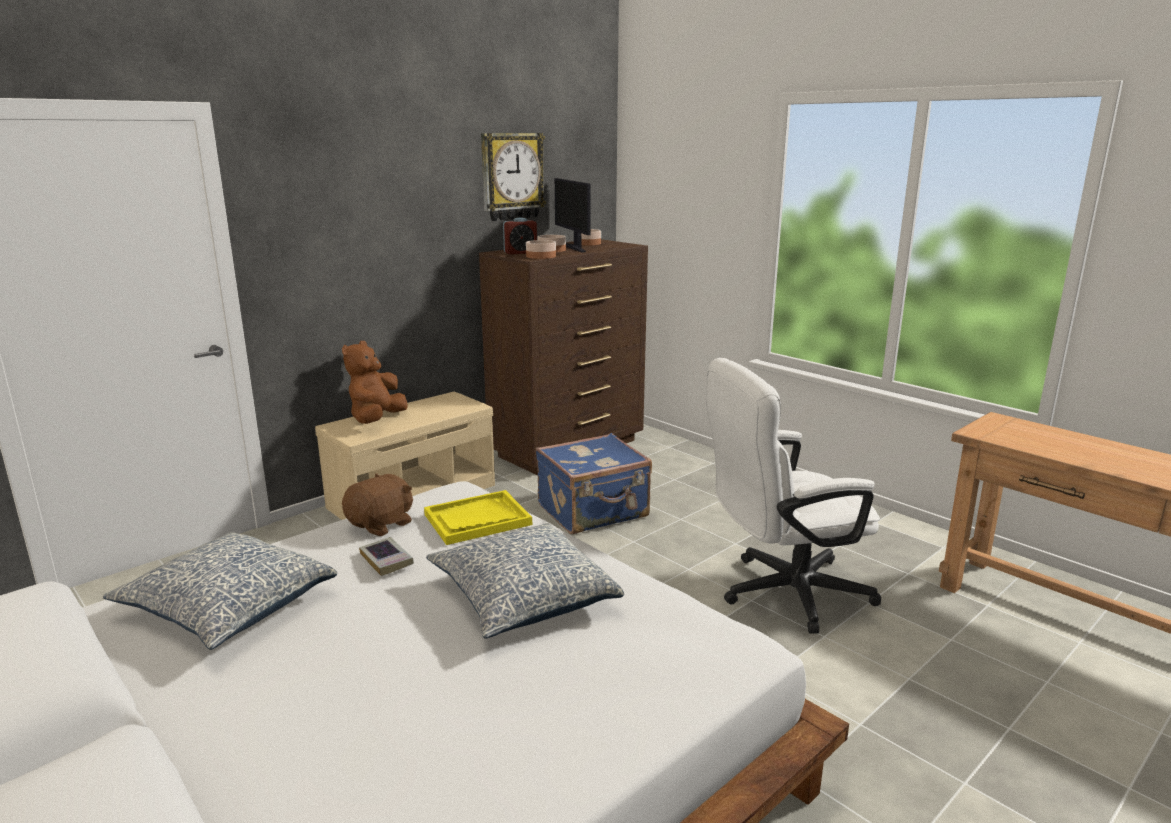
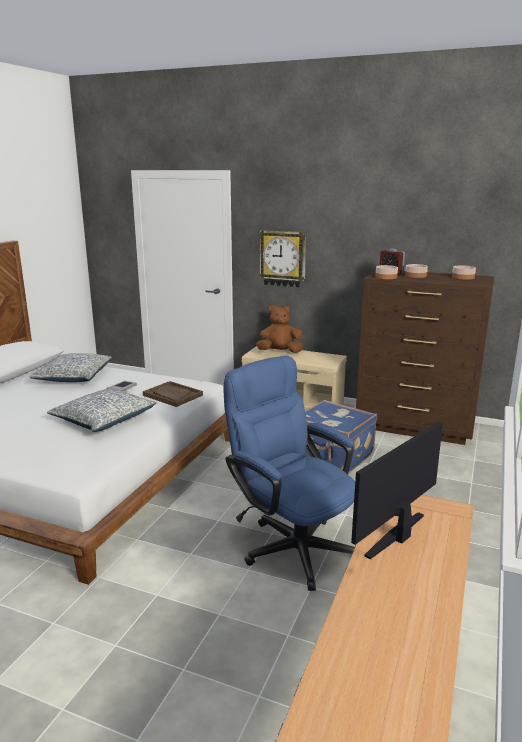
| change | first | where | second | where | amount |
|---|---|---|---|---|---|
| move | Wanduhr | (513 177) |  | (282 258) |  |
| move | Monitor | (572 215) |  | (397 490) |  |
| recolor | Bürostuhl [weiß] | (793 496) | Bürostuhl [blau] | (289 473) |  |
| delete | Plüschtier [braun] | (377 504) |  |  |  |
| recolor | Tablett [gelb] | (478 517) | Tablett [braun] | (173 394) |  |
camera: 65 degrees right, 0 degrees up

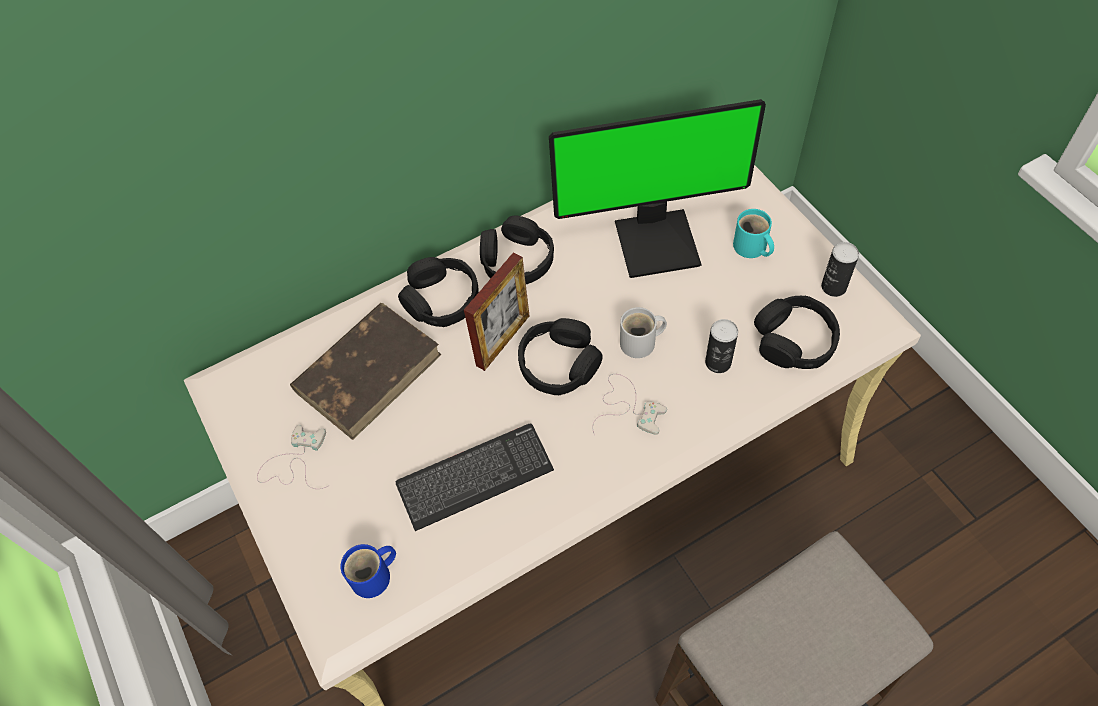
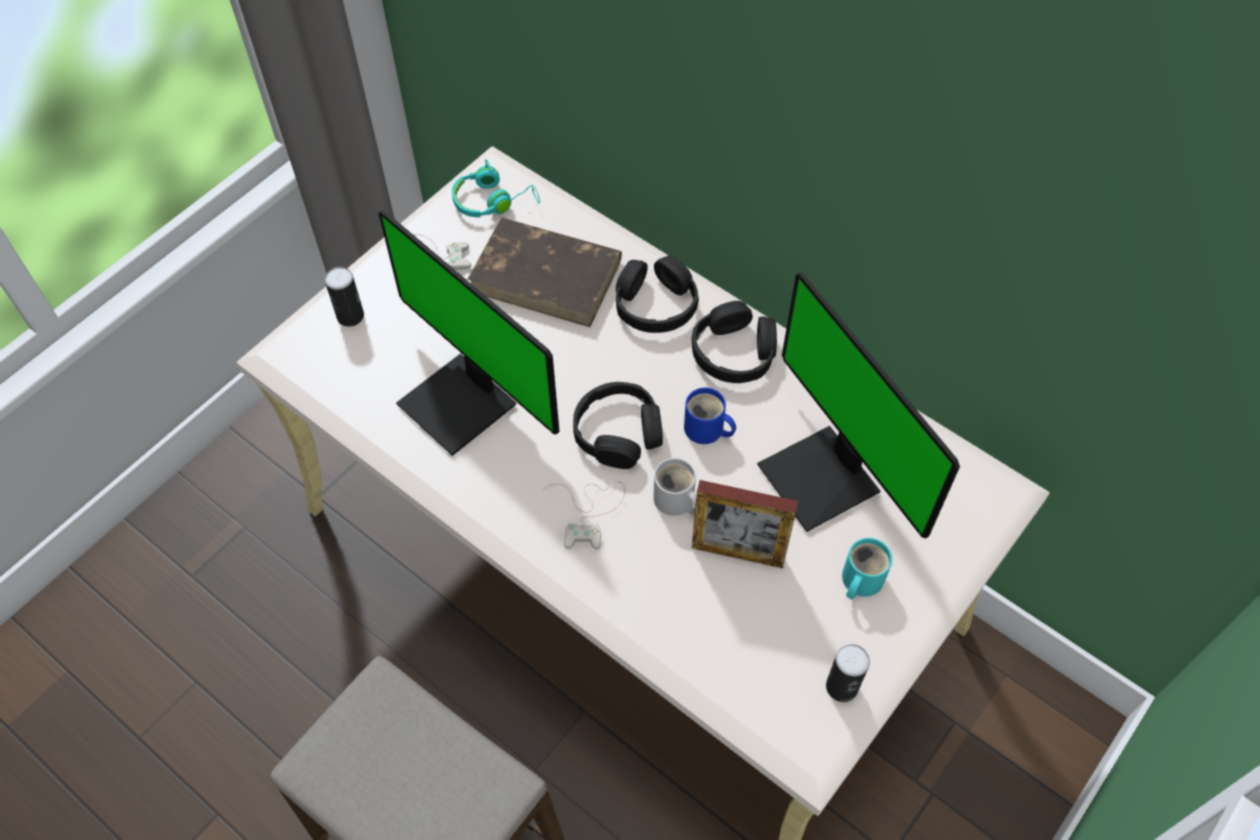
| change | first | where | second | where | amount |
|---|---|---|---|---|---|
| move | Bilderrahmen | (497 311) |  | (745 524) |  |
| delete | Kopfhörer [schwarz] | (797 332) |  |  |  |
| move | Dose | (721 346) |  | (344 297) |  |
| replace | Tastatur | (475 477) | Monitor | (469 333) |  |
| move | Henkelbecher [blau] | (368 571) |  | (710 415) |  |
| insert |  |  | Kopfhörer [türkis] | (496 188) |  |
camera: 65 degrees right, 0 degrees up

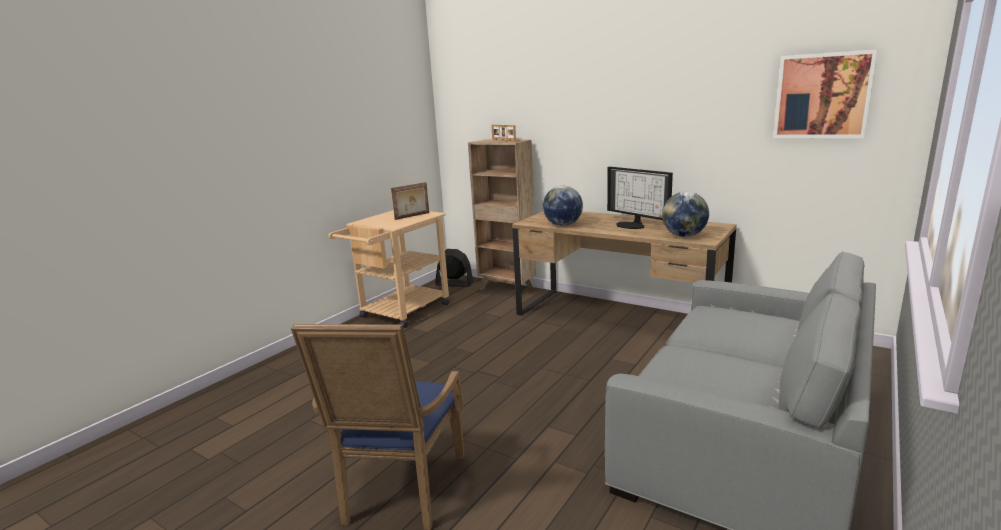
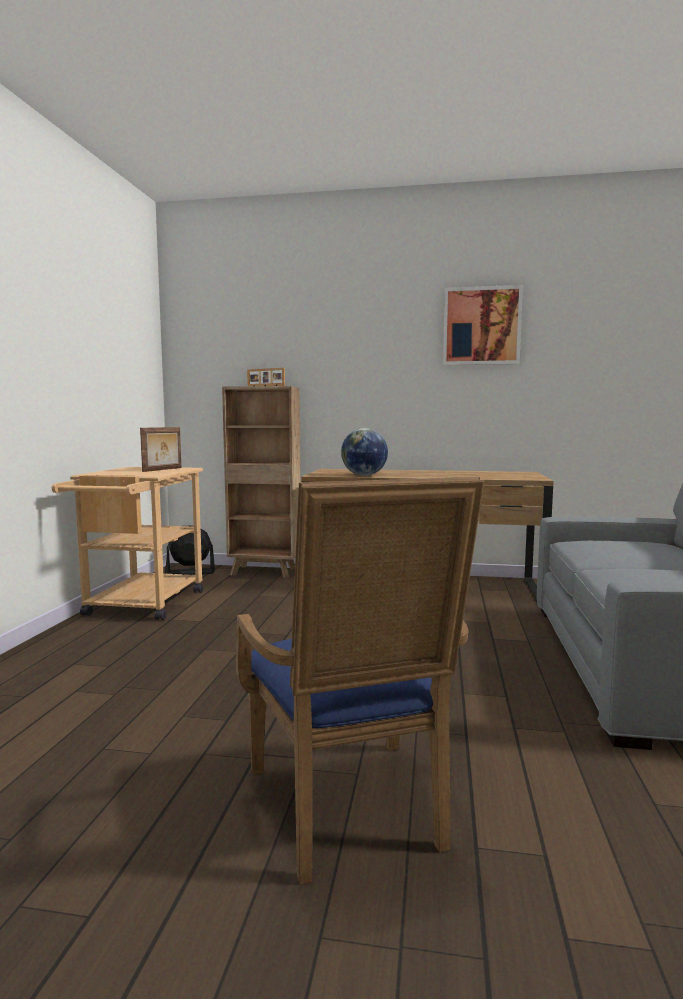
| change | first | where | second | where | amount |
|---|---|---|---|---|---|
| move | Bild | (825 94) |  | (483 325) |  |
| delete | Monitor | (640 198) |  |  |  |
| delete | Globus | (685 214) |  |  |  |
camera: 25 degrees left, 10 degrees down

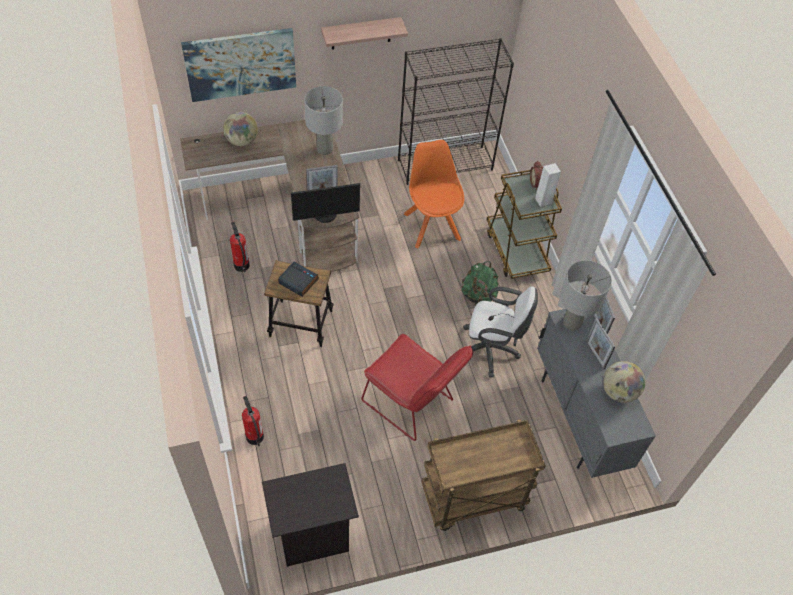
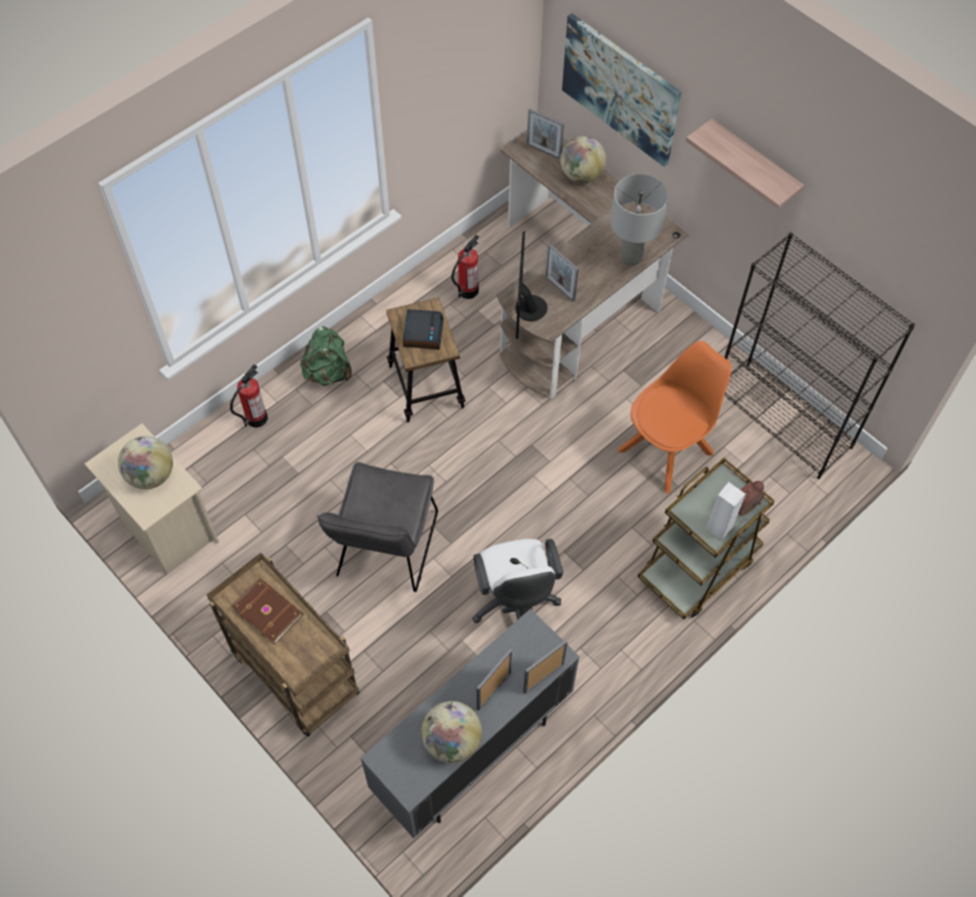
| change | first | where | second | where | amount |
|---|---|---|---|---|---|
| rotate | Monitor | (325 203) |  | (531 285) | 45 degrees clockwise |
| delete | Tischlampe [grau] | (586 295) |  |  |  |
| move | Rucksack [grün] | (480 283) |  | (326 356) |  |
| recolor | Stuhl [rot] | (417 387) | Stuhl [grau] | (377 527) |  |
| recolor | Nachttisch [schwarz] | (310 515) | Nachttisch [beige] | (152 499) |  |
| insert |  |  | Bilderrahmen | (545 134) |  |
| insert |  |  | Globus | (145 462) |  |
| insert |  |  | Buch [braun] | (267 611) |  |
camera: 65 degrees right, 5 degrees up

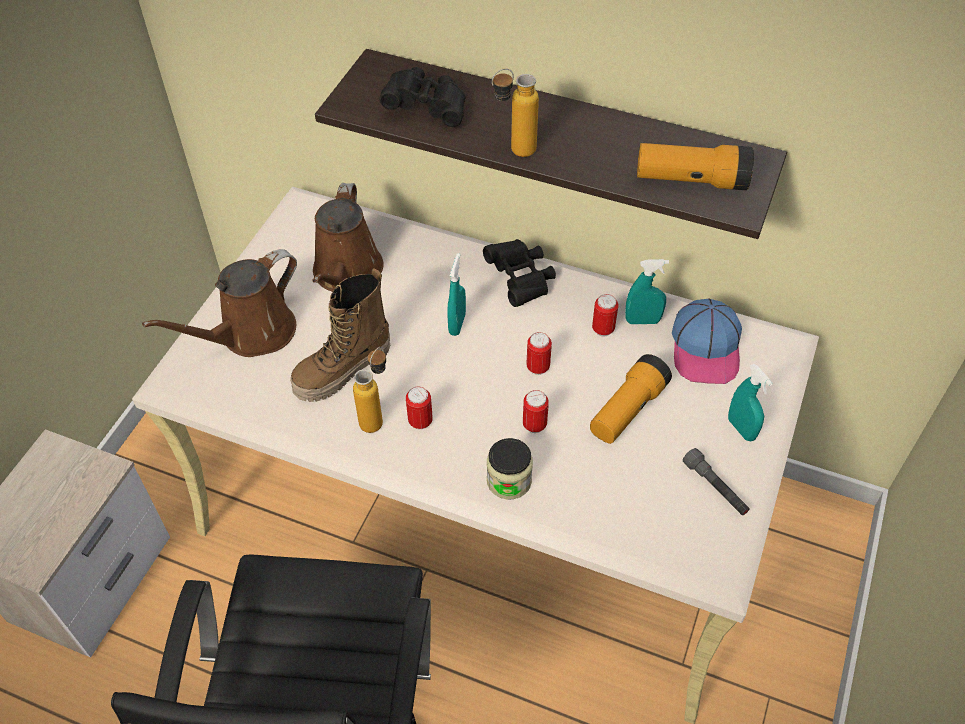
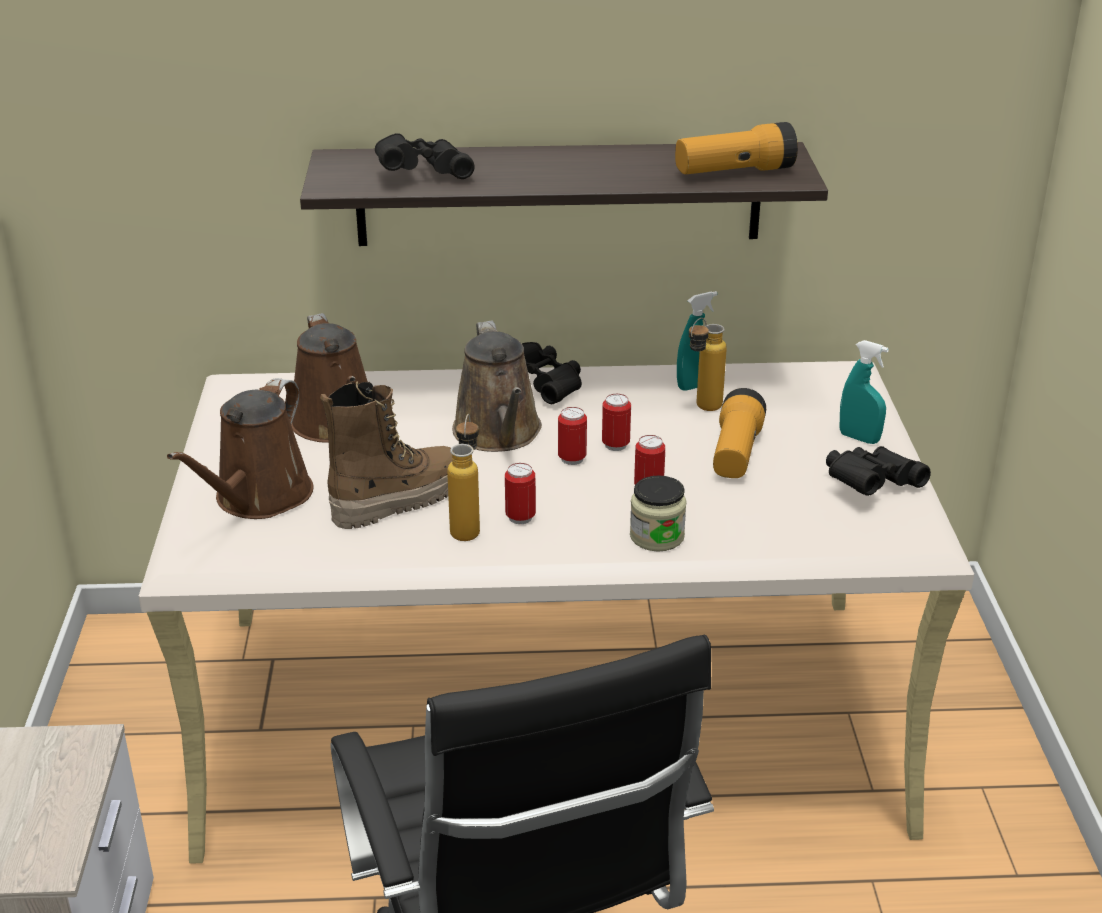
| change | first | where | second | where | amount |
|---|---|---|---|---|---|
| move | Flasche | (515 112) |  | (708 364) |  |
| replace | Sprühflasche [türkis] | (456 294) | Gießkanne [braun] | (497 386) |  |
| rotate | Stiefel | (340 335) |  | (386 455) | 150 degrees counterclockwise |
| move | Dose | (605 315) |  | (572 436) |  |
| delete | Kappe | (707 341) |  |  |  |
| replace | Taschenlampe [grau] | (716 481) | Fernglas [schwarz] | (878 471) |  |
camera: 25 degrees left, 20 degrees down

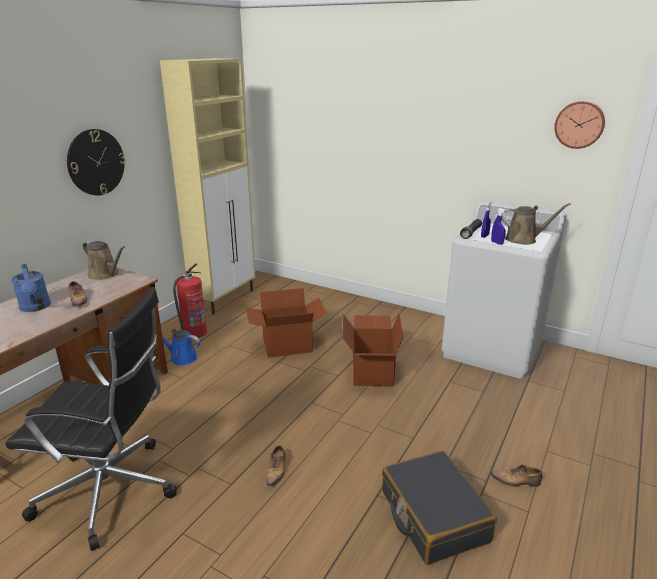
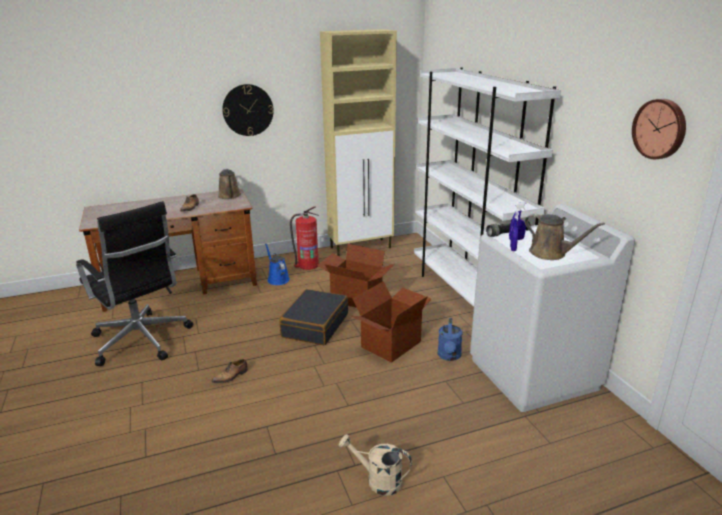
| change | first | where | second | where | amount |
|---|---|---|---|---|---|
| move | Gießkanne [blau] | (31 288) |  | (450 339) |  |
| move | Koffer [schwarz] | (439 508) |  | (313 317) |  |
| replace | Schuh | (516 475) | Gießkanne [beige] | (375 464) |  |
| insert |  |  | Bücherregal [weiß] | (487 187) |  |
camera: 40 degrees right, 0 degrees up

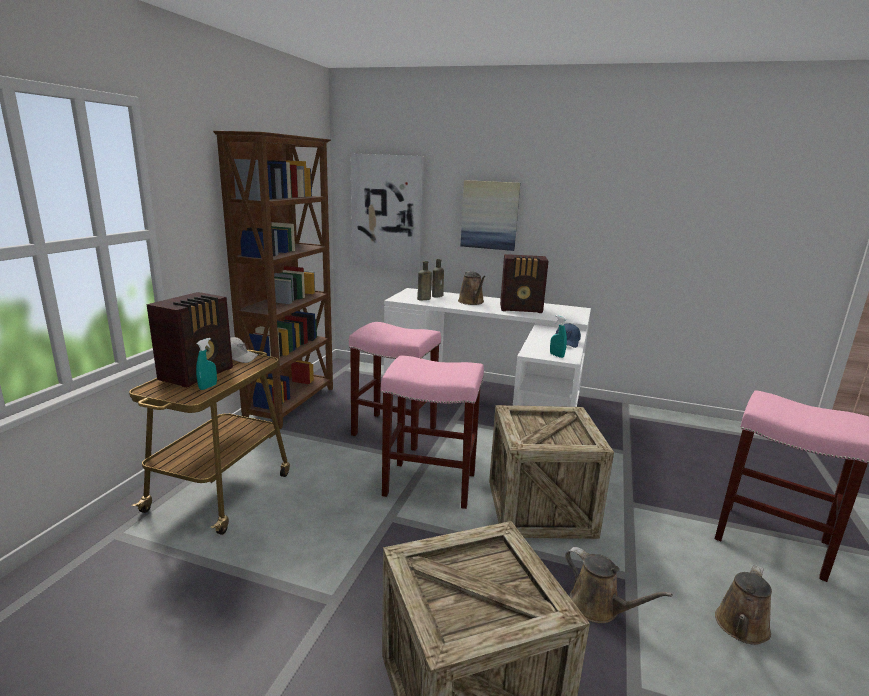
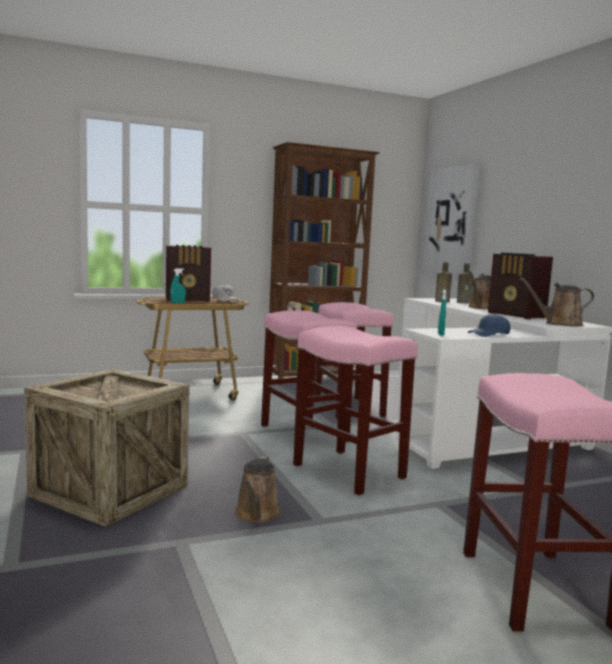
| change | first | where | second | where | amount |
|---|---|---|---|---|---|
| delete | Bild | (490 215) |  |  |  |
| replace | Kiste | (551 472) | Hocker [rosa] | (355 410) |  |
| move | Gießkanne [braun] | (743 605) |  | (556 302) |  |
camera: 50 degrees right, 10 degrees down

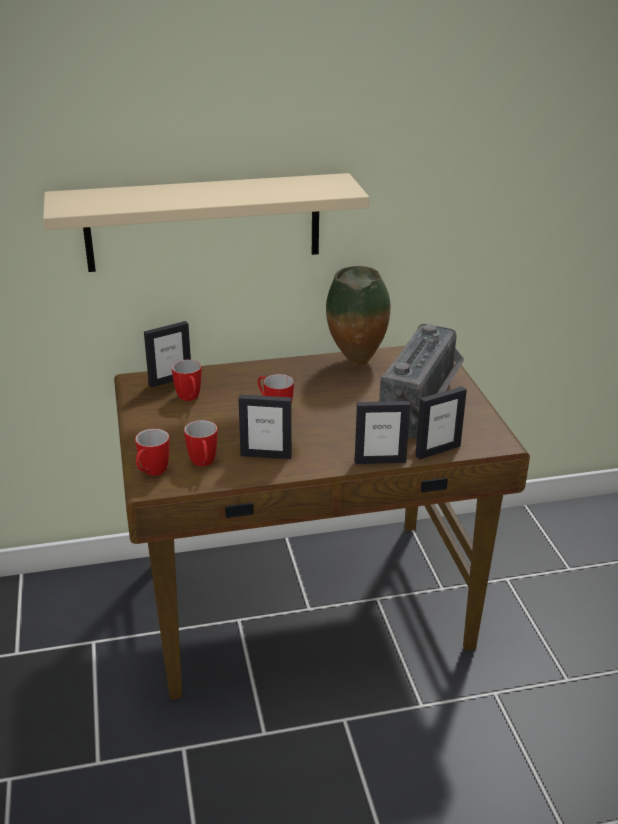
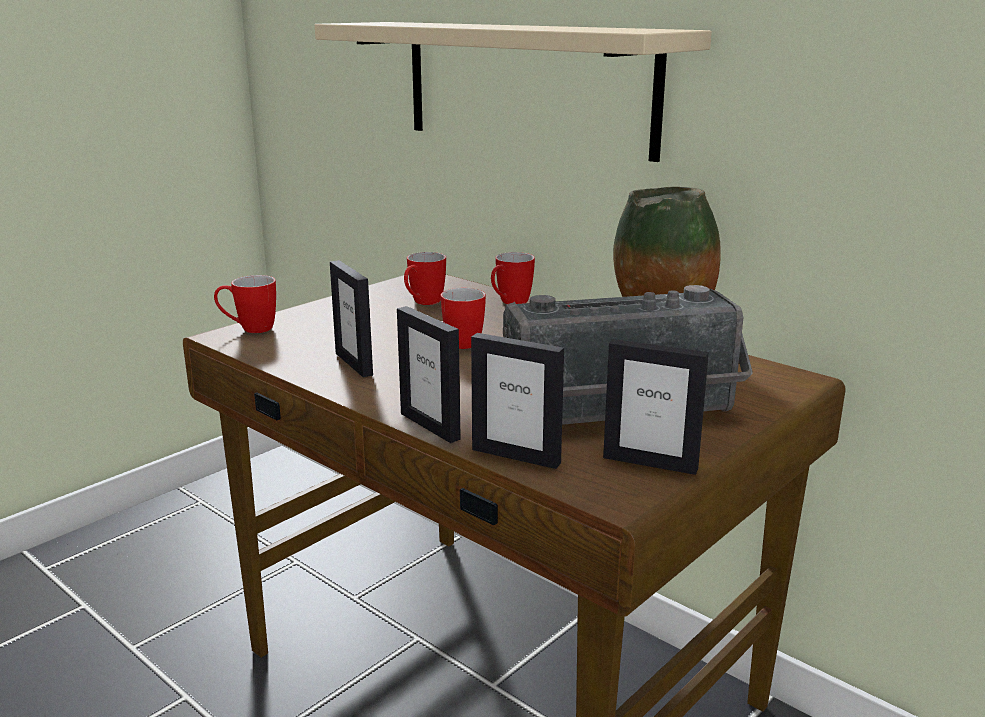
| change | first | where | second | where | amount |
|---|---|---|---|---|---|
| move | Bilderrahmen | (167 354) |  | (656 407) |  |
| move | Henkelbecher | (201 443) |  | (513 278) |  |
camera: 55 degrees right, 10 degrees down

